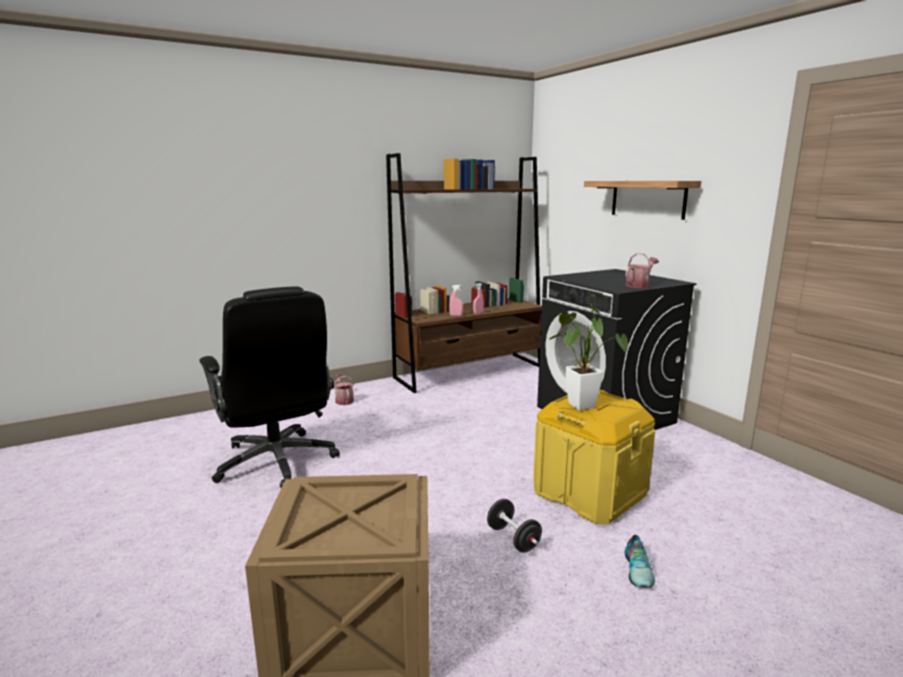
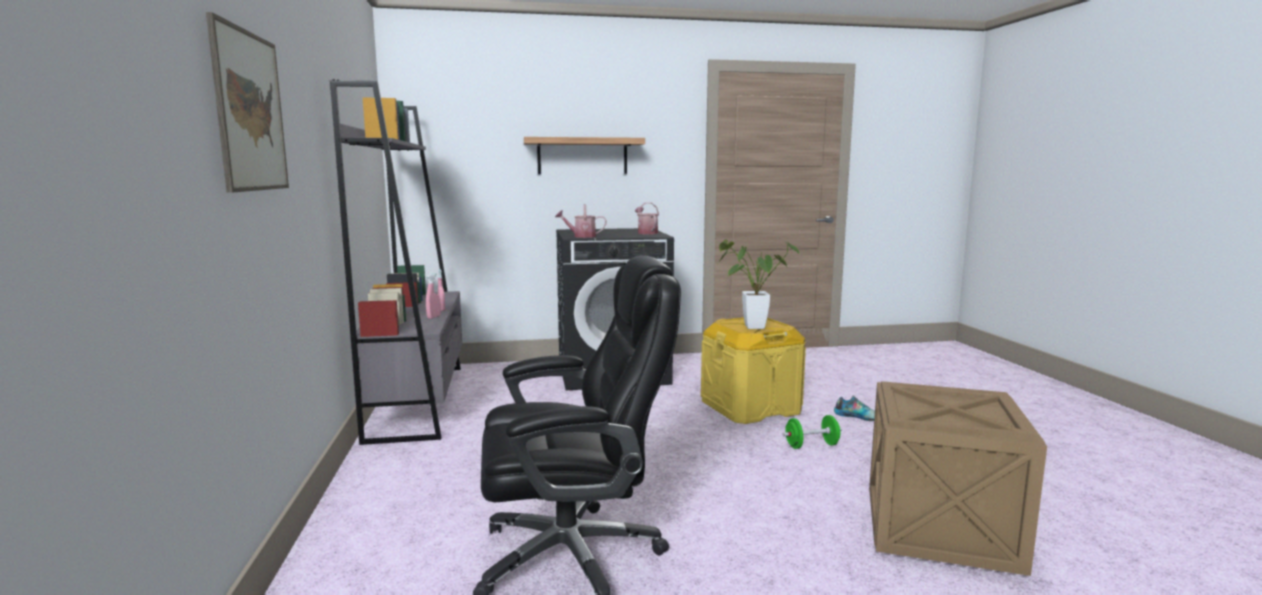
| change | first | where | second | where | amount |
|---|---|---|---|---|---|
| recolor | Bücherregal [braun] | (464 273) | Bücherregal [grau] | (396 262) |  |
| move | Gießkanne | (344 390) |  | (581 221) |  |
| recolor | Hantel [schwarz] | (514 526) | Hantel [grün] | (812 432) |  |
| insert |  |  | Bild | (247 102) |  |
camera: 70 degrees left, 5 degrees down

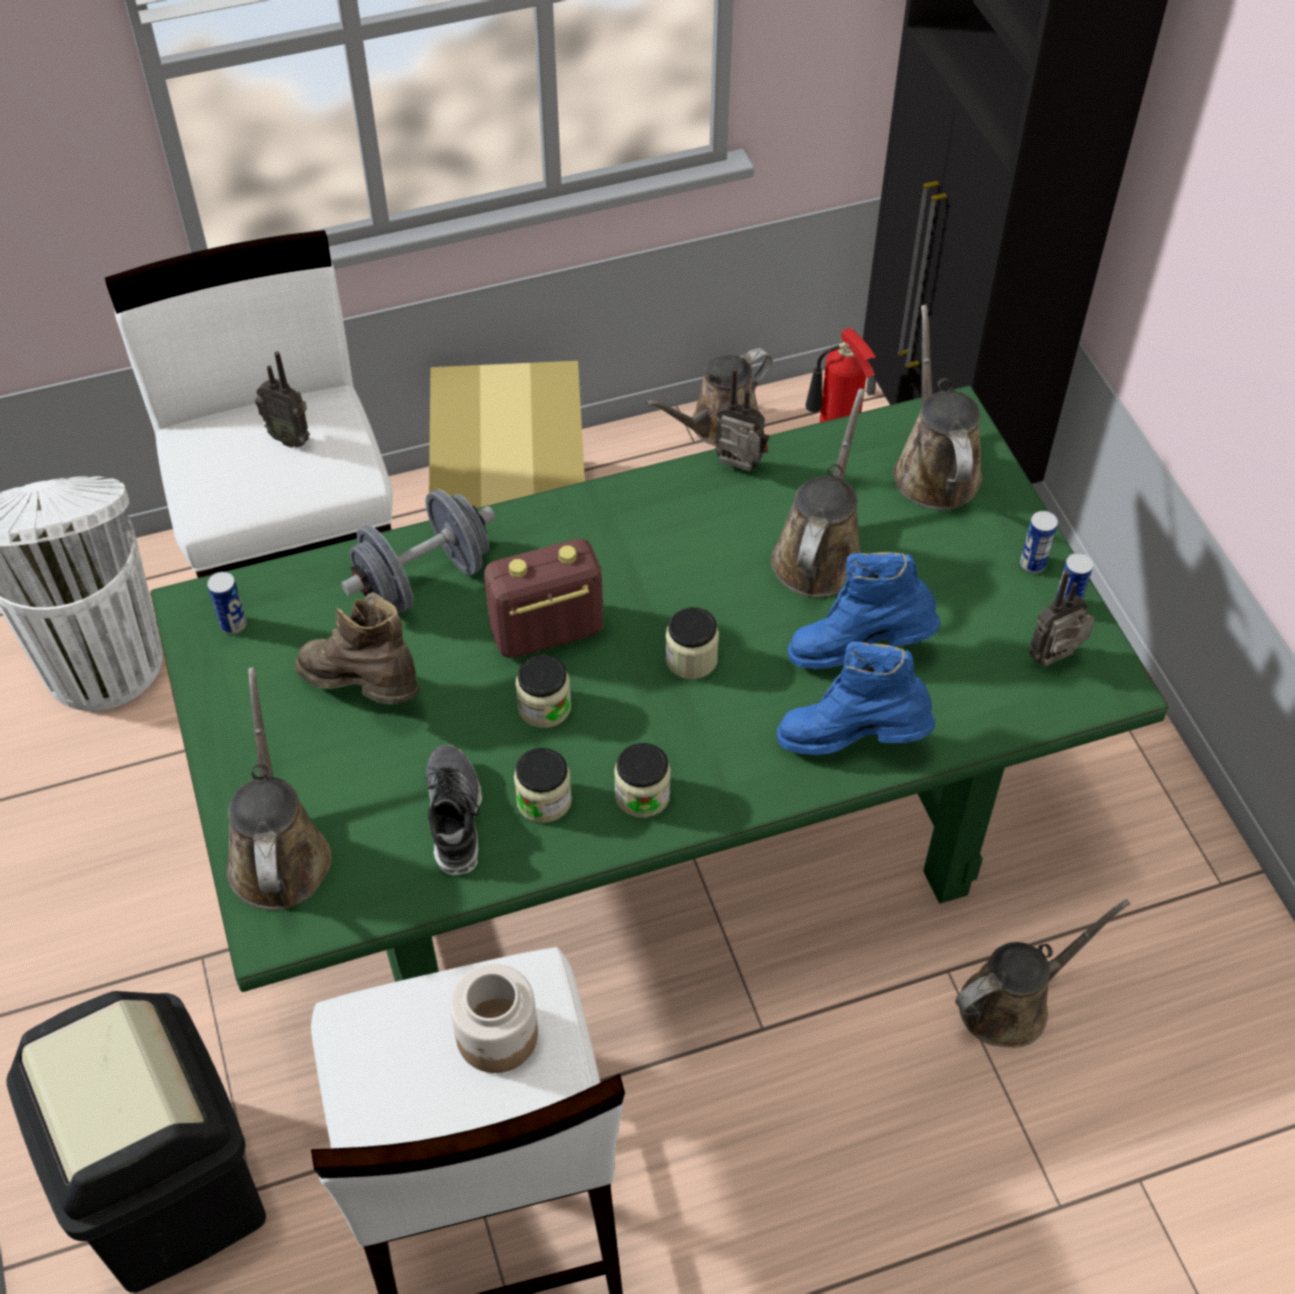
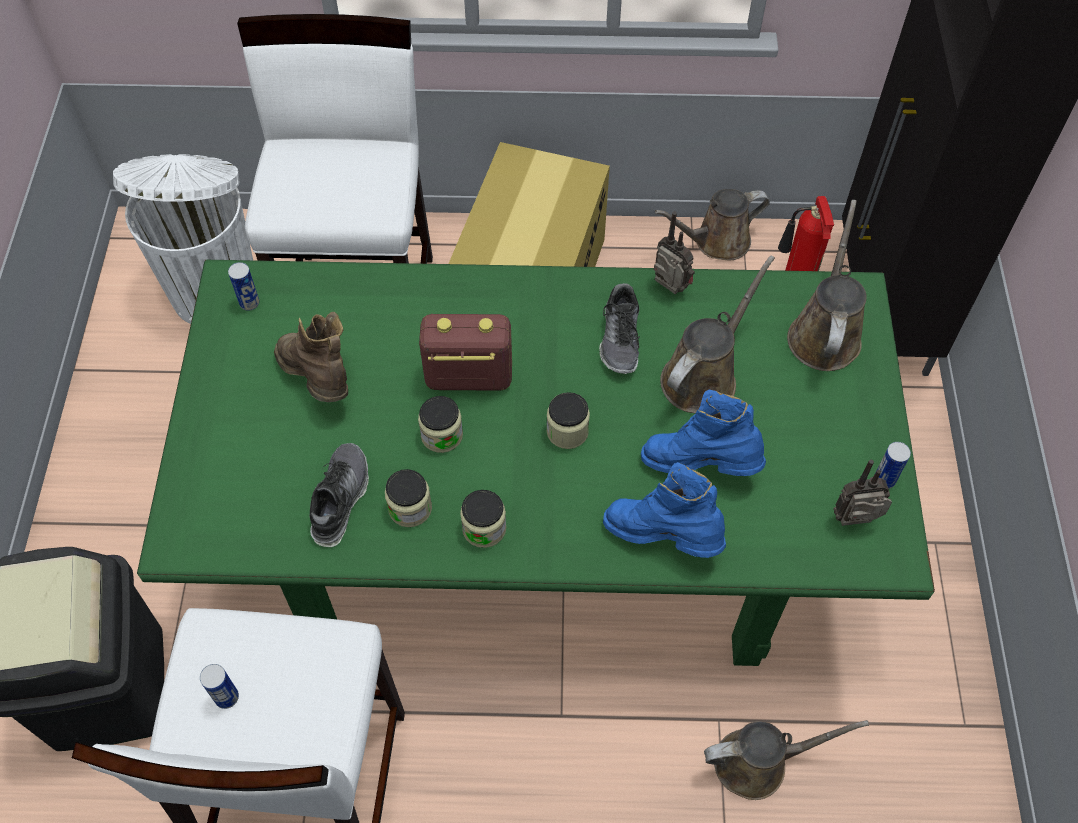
| change | first | where | second | where | amount |
|---|---|---|---|---|---|
| delete | Radio | (282 399) |  |  |  |
| delete | Hantel [grau] | (418 550) |  |  |  |
| move | Dose | (1039 542) |  | (219 686) |  |
| delete | Gießkanne [braun] | (279 788) |  |  |  |
| delete | Vorratsglas | (494 1018) |  |  |  |
| insert |  |  | Schuh | (619 328) |  |
camera: 20 degrees right, 5 degrees up

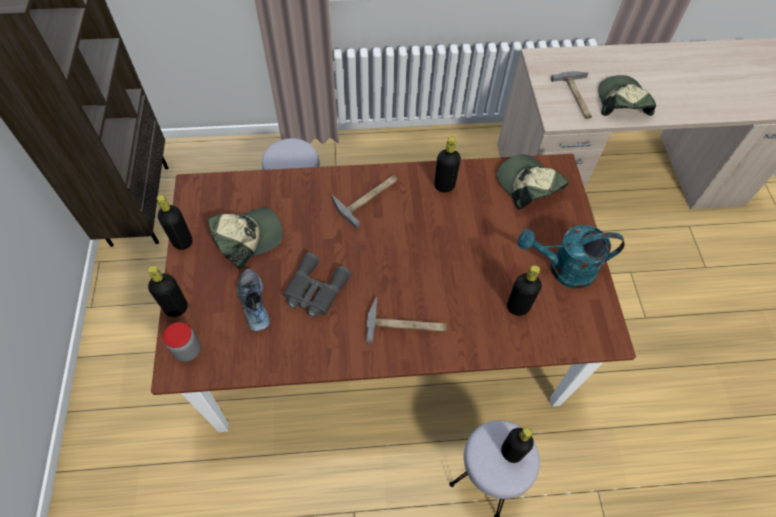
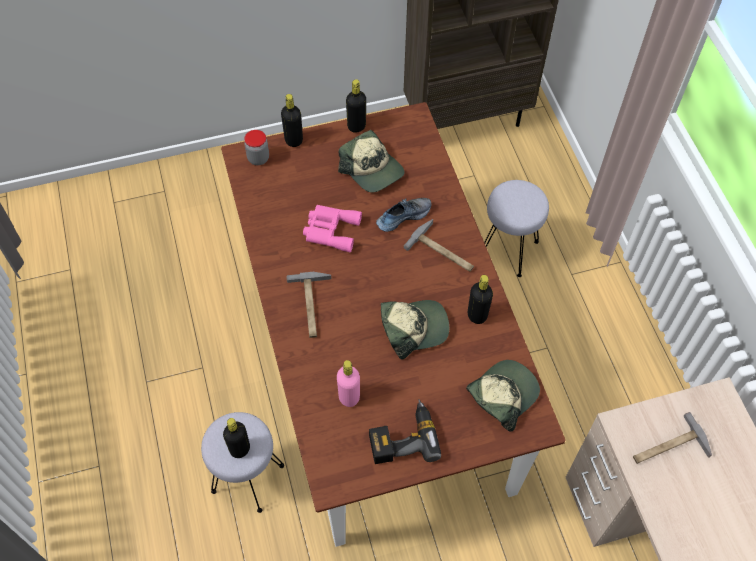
| change | first | where | second | where | amount |
|---|---|---|---|---|---|
| move | Kappe | (627 95) |  | (415 330) |  |
| replace | Gießkanne [türkis] | (571 256) | Bohrmaschine | (405 431) |  |
| recolor | Fernglas [grau] | (317 285) | Fernglas [rosa] | (332 228) |  |
| recolor | Flasche [schwarz] | (524 290) | Flasche [rosa] | (348 383) |  |
| move | Schuh | (253 299) |  | (403 215) |  |
camera: 80 degrees right, 0 degrees up

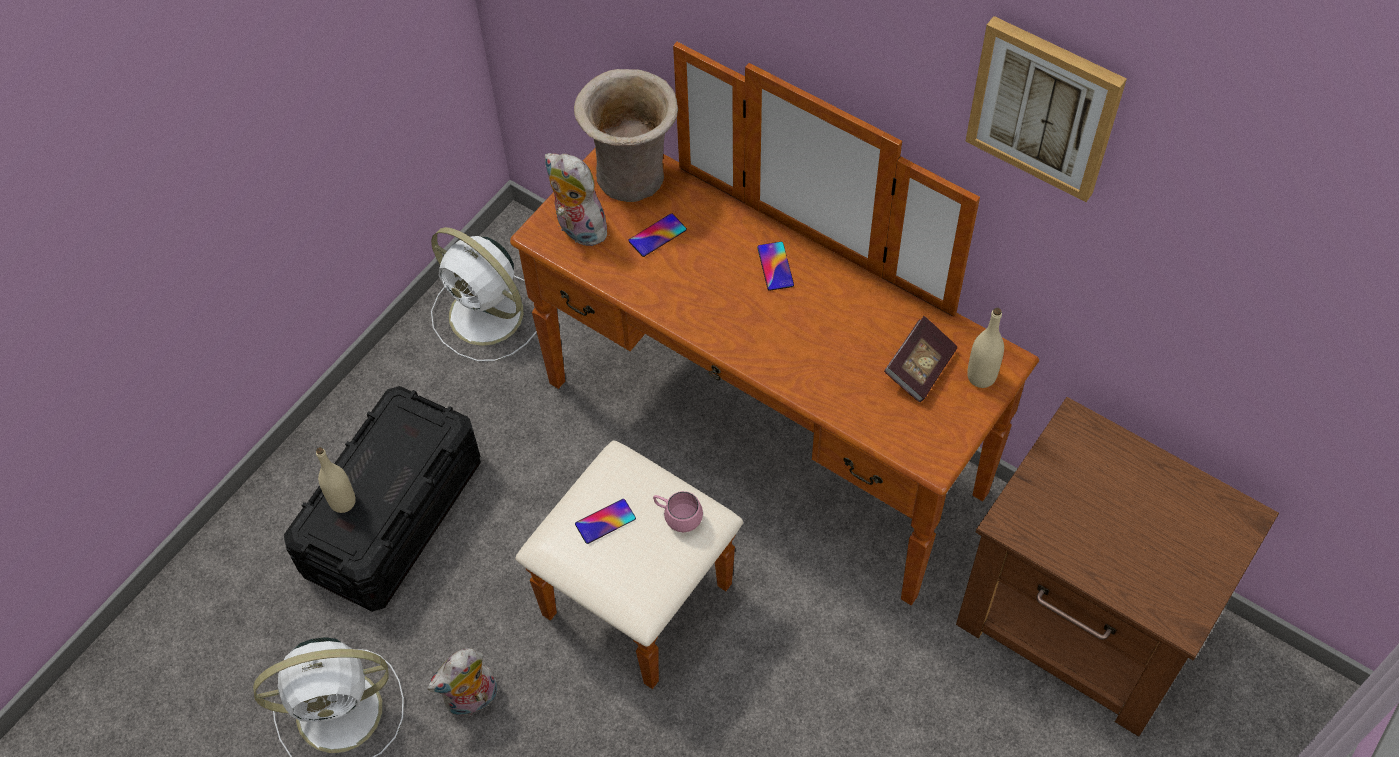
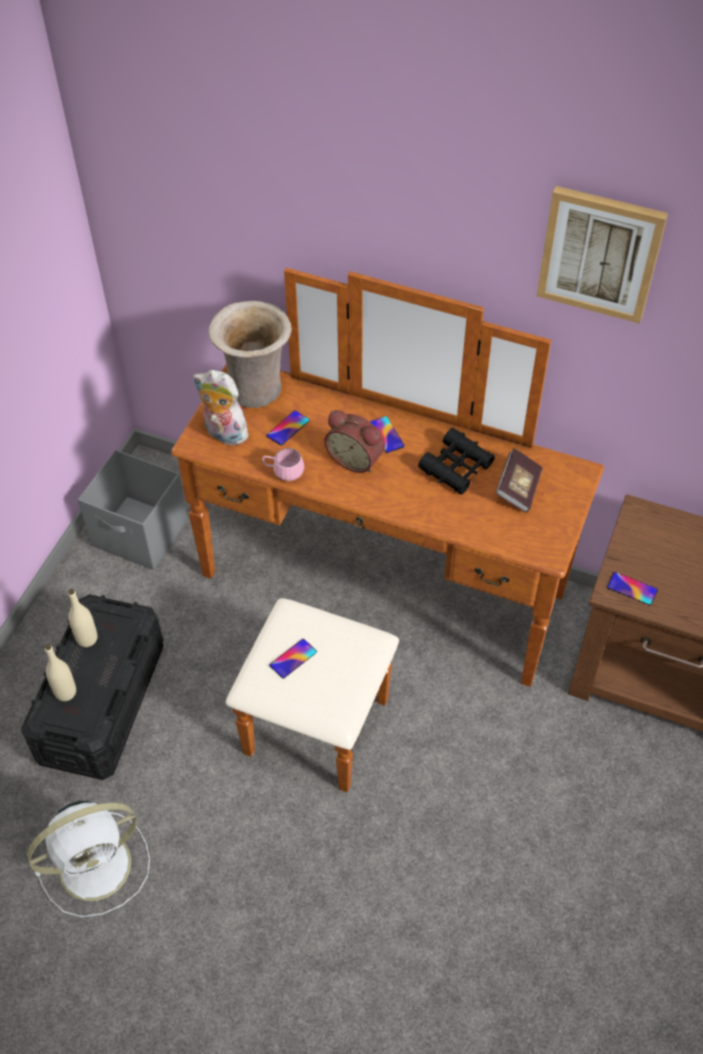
| change | first | where | second | where | amount |
|---|---|---|---|---|---|
| replace | Ventilator [weiß] | (484 294) | Aufbewahrungsbox [grau] | (133 510) |  |
| move | Flasche [beige] | (985 348) |  | (82 618) |  |
| move | Henkelbecher [rosa] | (678 511) |  | (283 464) |  |
| delete | Plüschtier | (463 682) |  |  |  |
| insert |  |  | Wecker | (355 441) |  |
| insert |  |  | Fernglas [schwarz] | (456 461) |  |
| insert |  |  | Handy | (632 588) |  |
camera: 15 degrees left, 5 degrees down

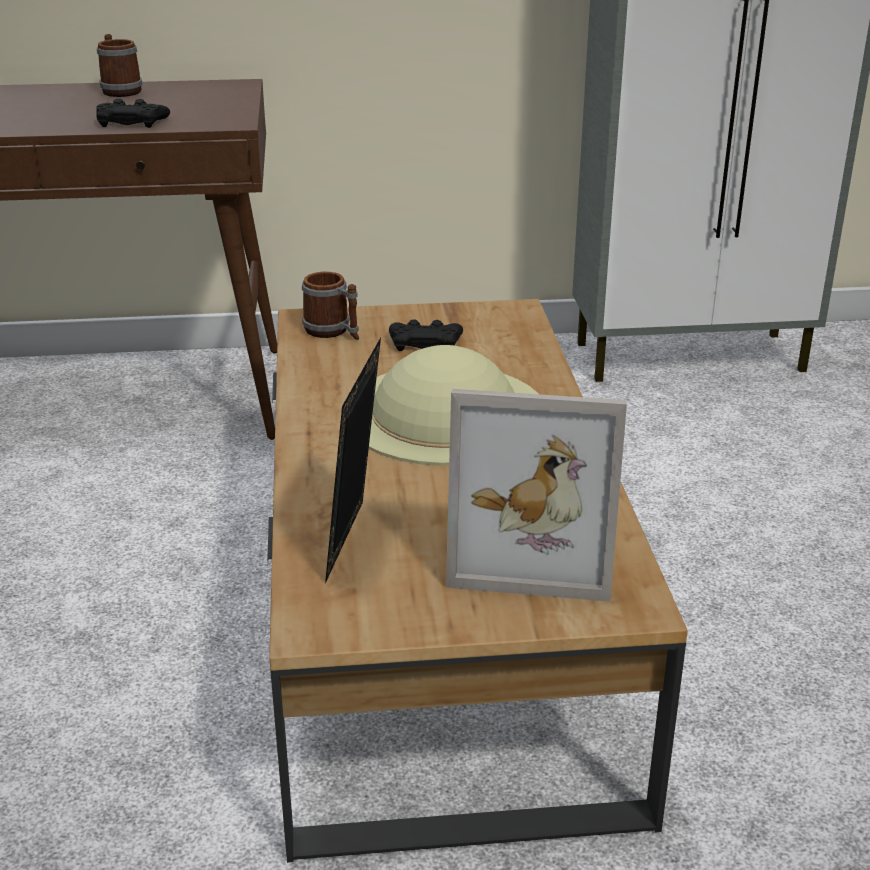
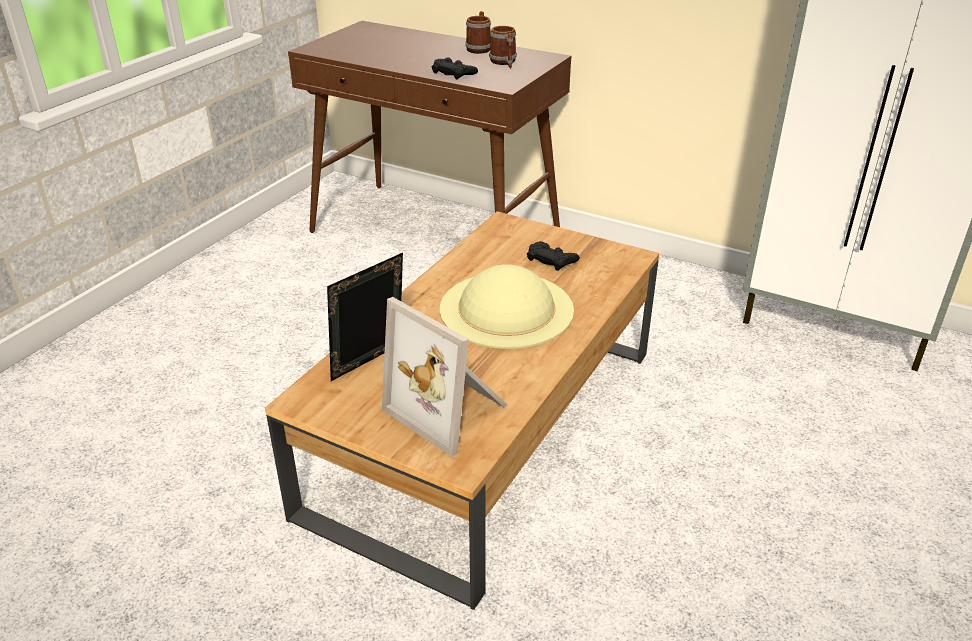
| change | first | where | second | where | amount |
|---|---|---|---|---|---|
| move | Henkelbecher | (330 306) |  | (503 47) |  |
camera: 35 degrees right, 5 degrees up

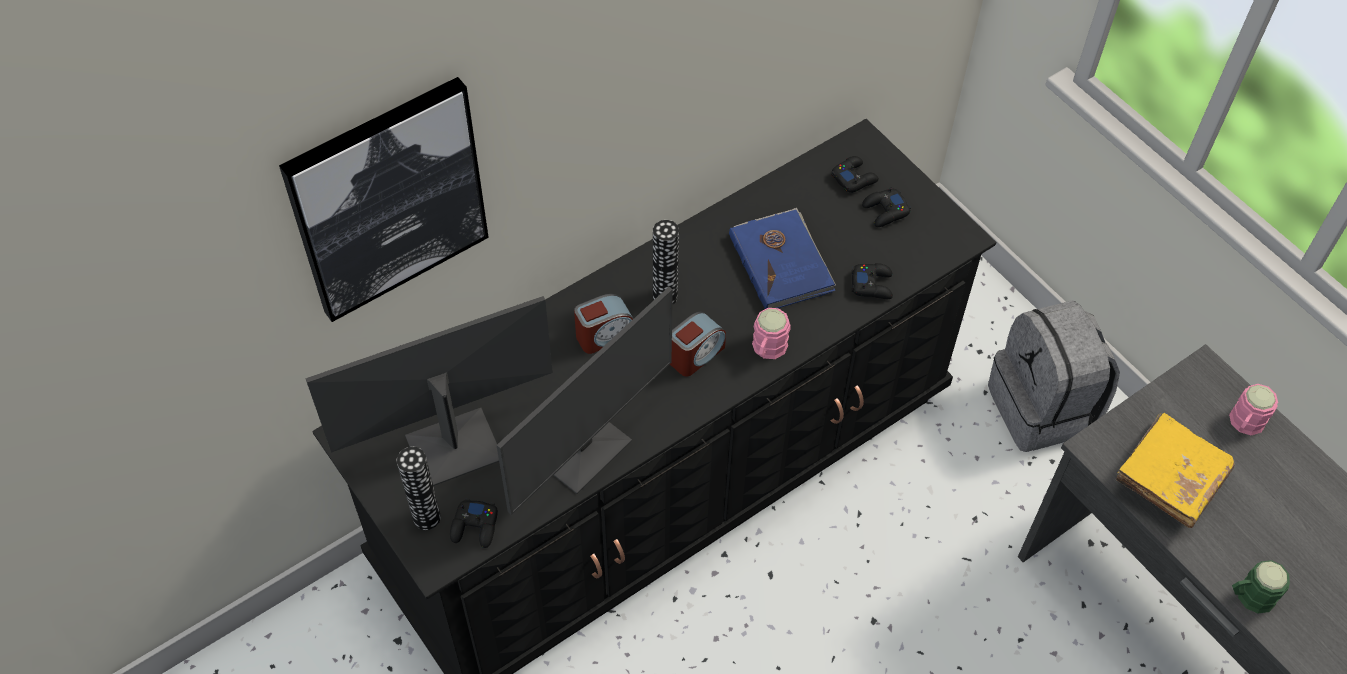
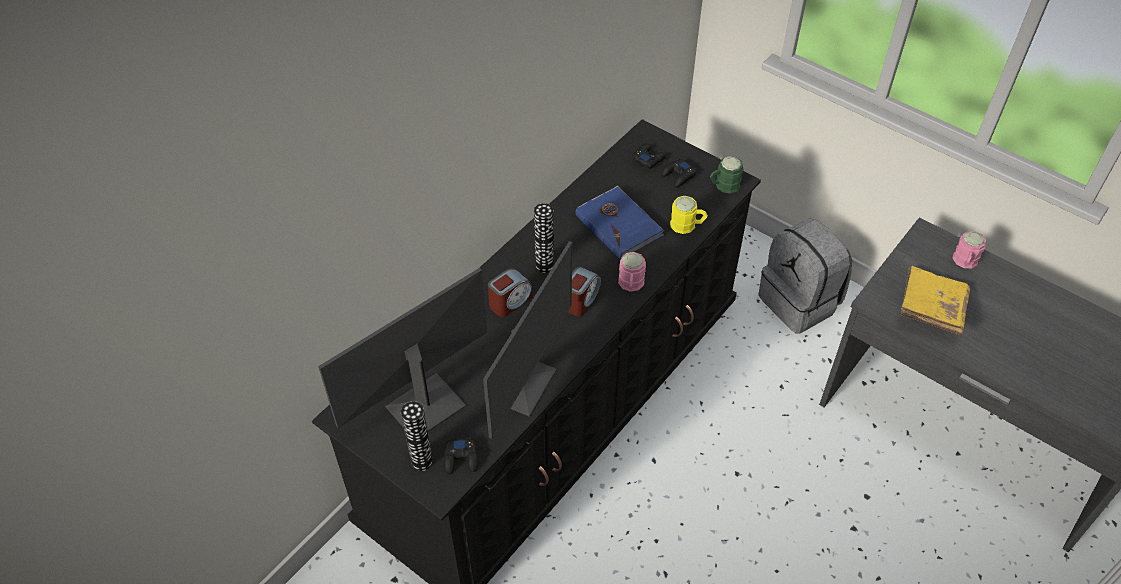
| change | first | where | second | where | amount |
|---|---|---|---|---|---|
| delete | Bild | (384 199) |  |  |  |
| replace | Gamepad [schwarz] | (872 281) | Henkelbecher [gelb] | (689 215) |  |
| move | Henkelbecher [grün] | (1261 586) |  | (726 175) |  |
camera: 15 degrees left, 5 degrees down

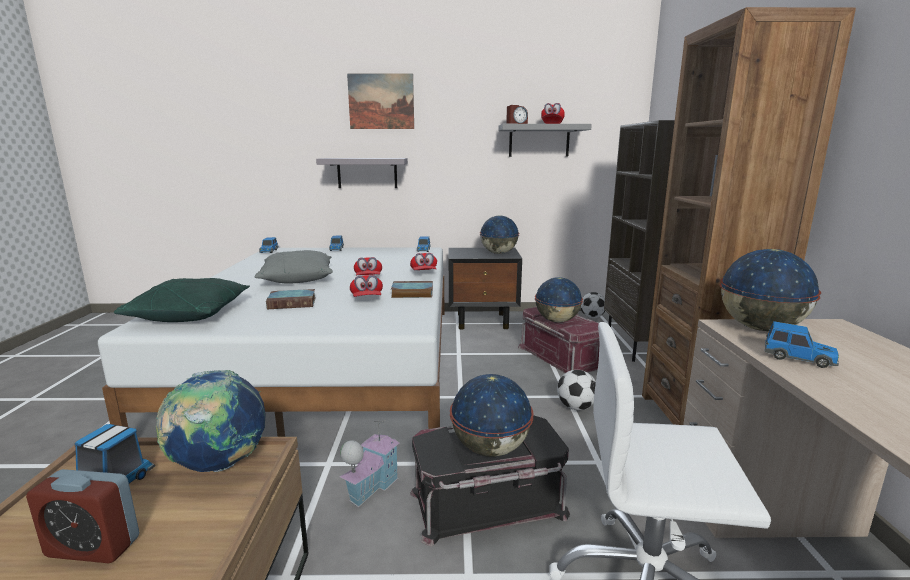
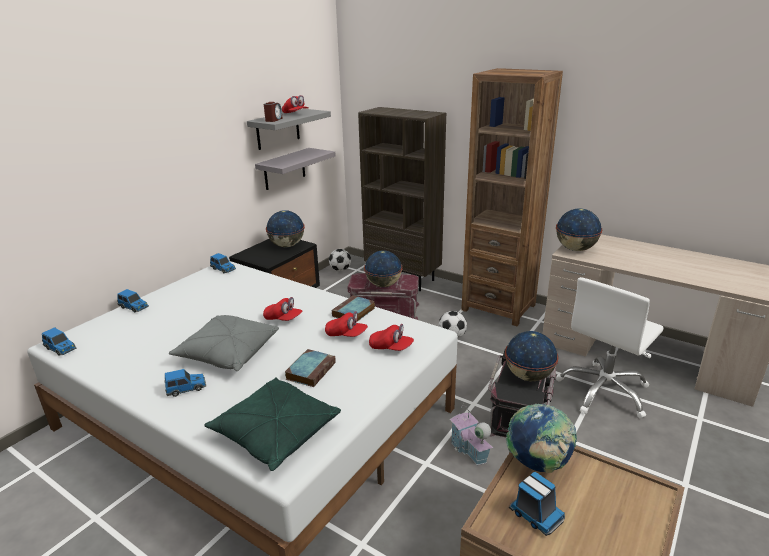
| change | first | where | second | where | amount |
|---|---|---|---|---|---|
| delete | Bild | (380 101) |  |  |  |
| move | Wandregal [grau] | (362 173) |  | (295 169) |  |
| move | Kappe [rot] | (423 261) |  | (391 337) |  |
| move | Spielzeugauto | (802 344) |  | (185 383) |  |
| delete | Wecker | (83 516) |  |  |  |
camera: 55 degrees left, 10 degrees up

